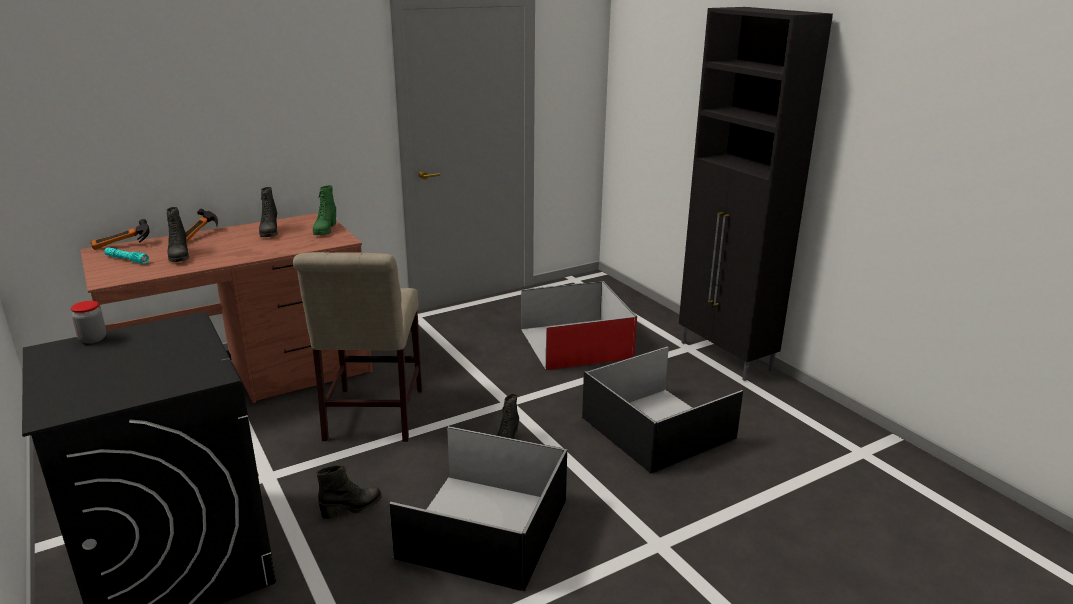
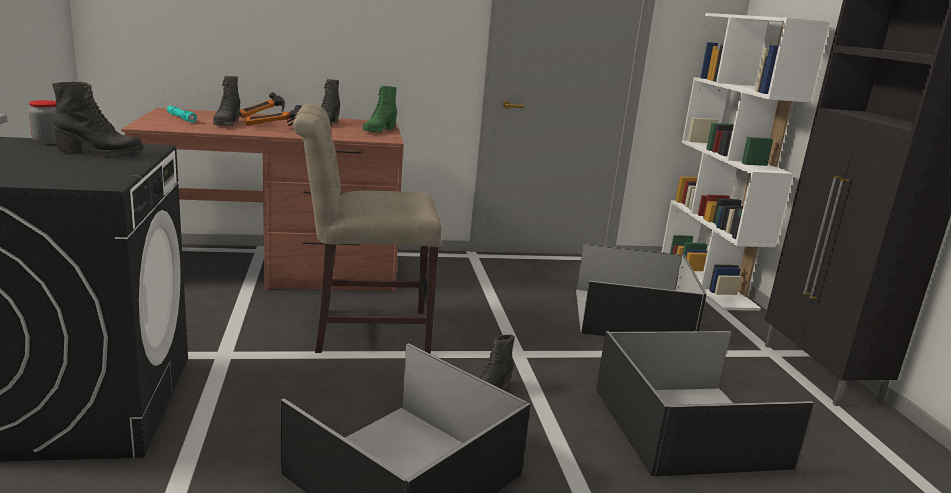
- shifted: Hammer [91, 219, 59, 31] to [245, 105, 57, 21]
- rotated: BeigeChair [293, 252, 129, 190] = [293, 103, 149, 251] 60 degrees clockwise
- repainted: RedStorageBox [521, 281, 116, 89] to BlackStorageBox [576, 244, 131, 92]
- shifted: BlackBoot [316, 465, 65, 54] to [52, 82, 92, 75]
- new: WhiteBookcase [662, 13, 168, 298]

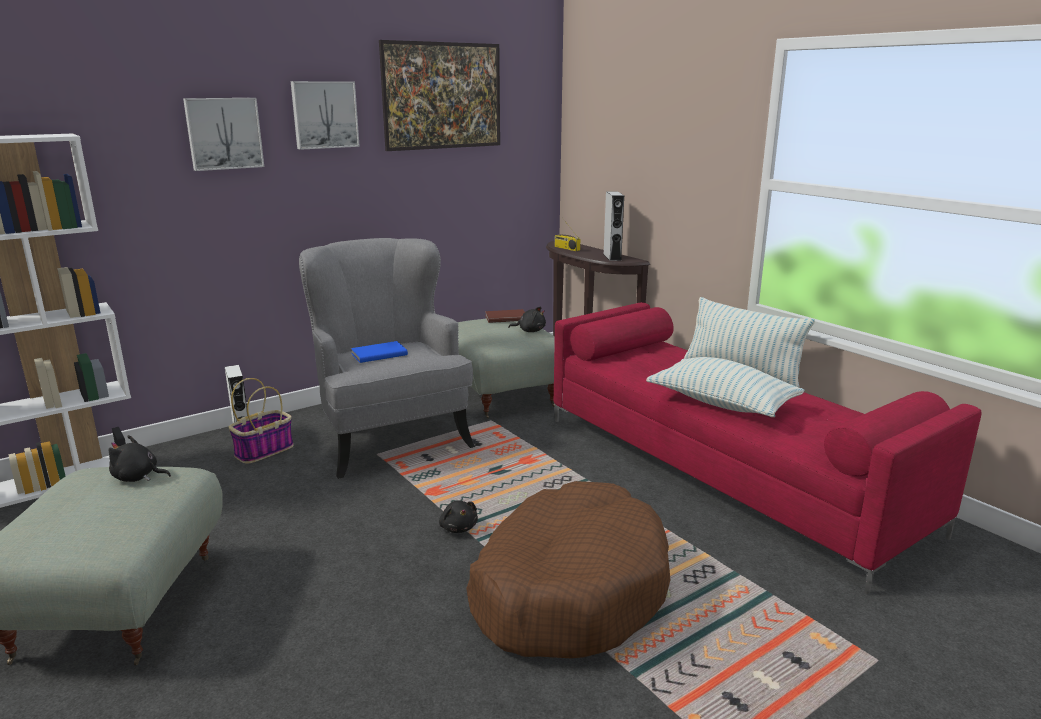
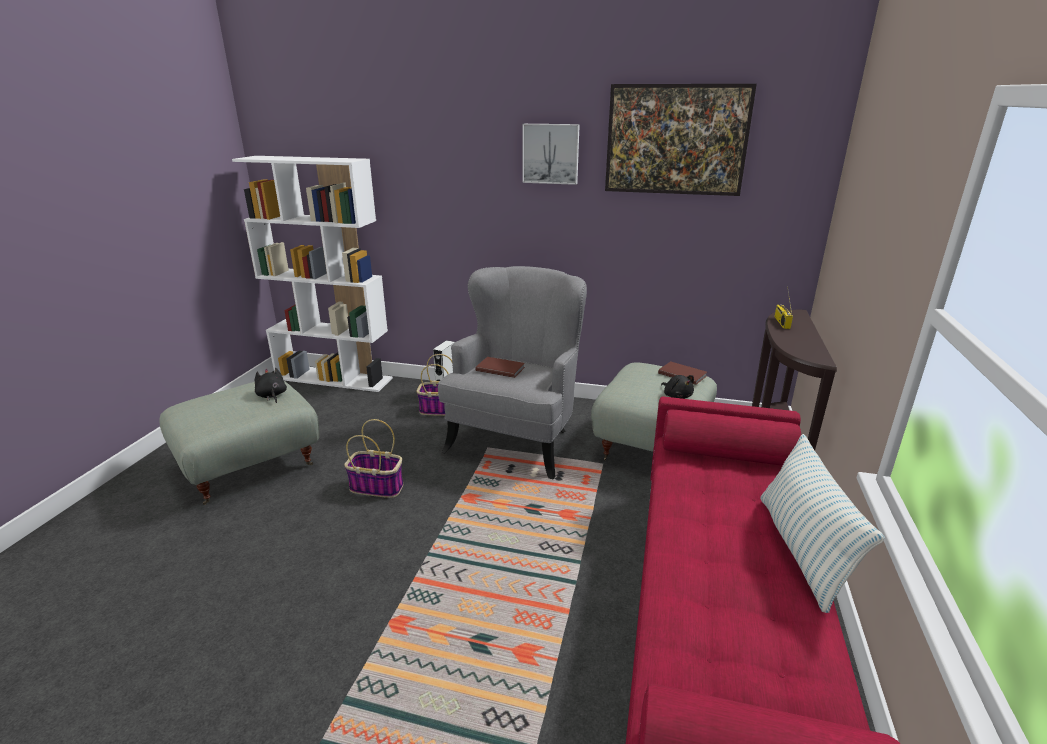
- gone: Picture [183, 98, 81, 73]
- gone: GreySpeaker [603, 191, 21, 70]
- repainted: BlueBook [351, 341, 57, 22] to BrownBook [476, 357, 49, 21]
- gone: Pillow [646, 357, 159, 60]
- gone: BrownDogBed [466, 481, 204, 177]
- gone: BlackPlushToy [439, 500, 39, 33]
- new: Basket [344, 419, 59, 79]

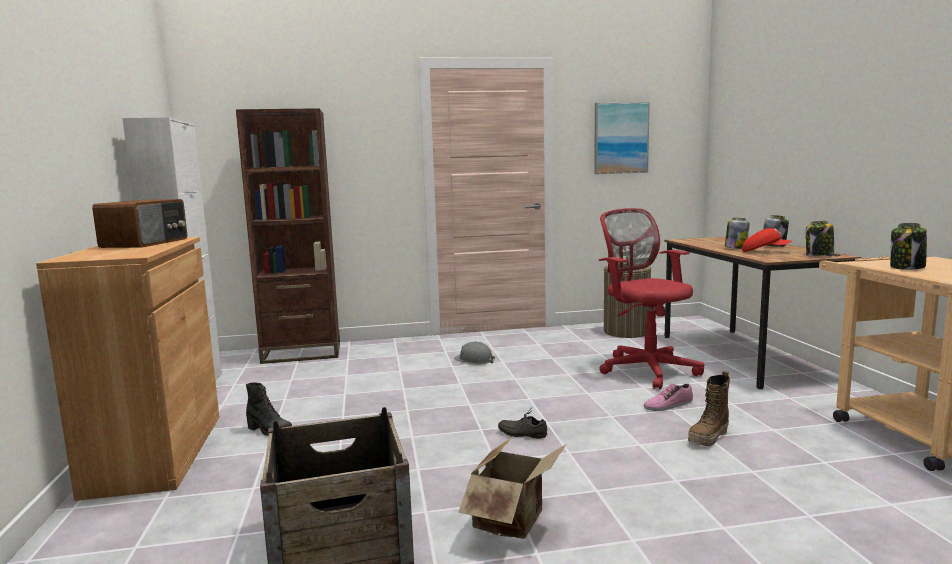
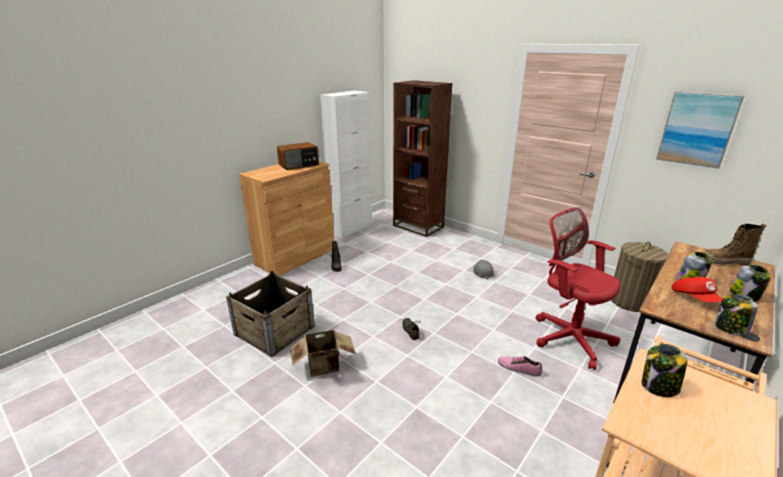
- rotated: RedOfficeChair [599, 208, 105, 182] = [536, 207, 85, 163] 60 degrees counterclockwise
- shifted: Boot [688, 371, 42, 75] to [705, 224, 61, 41]

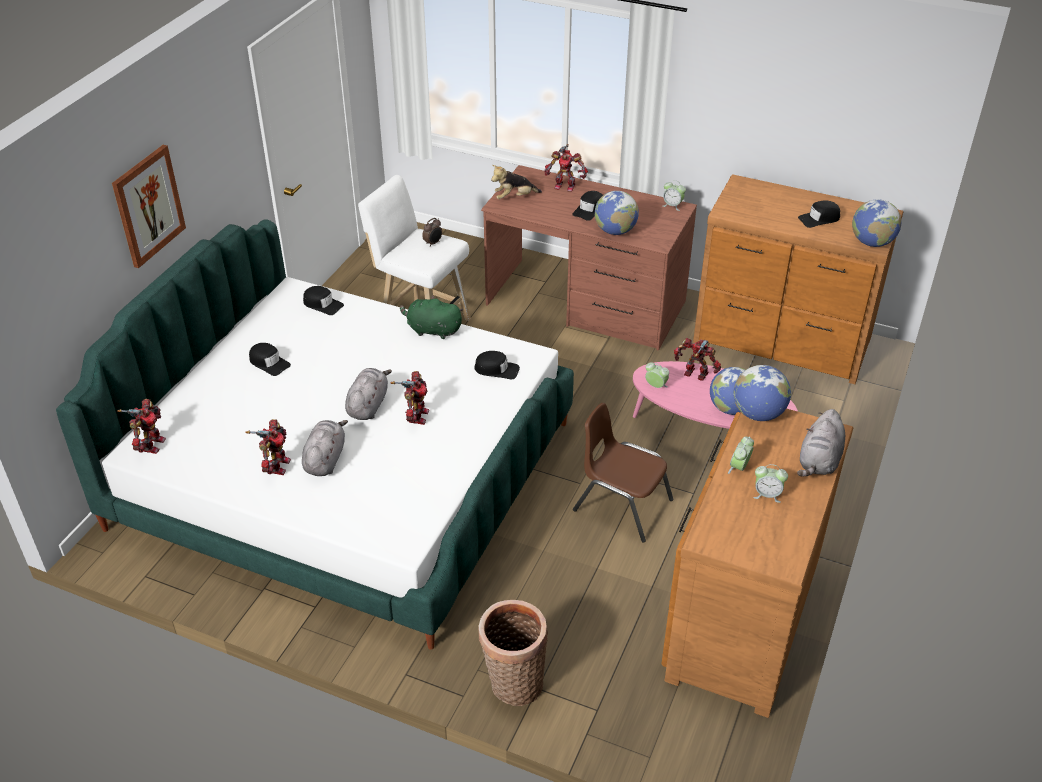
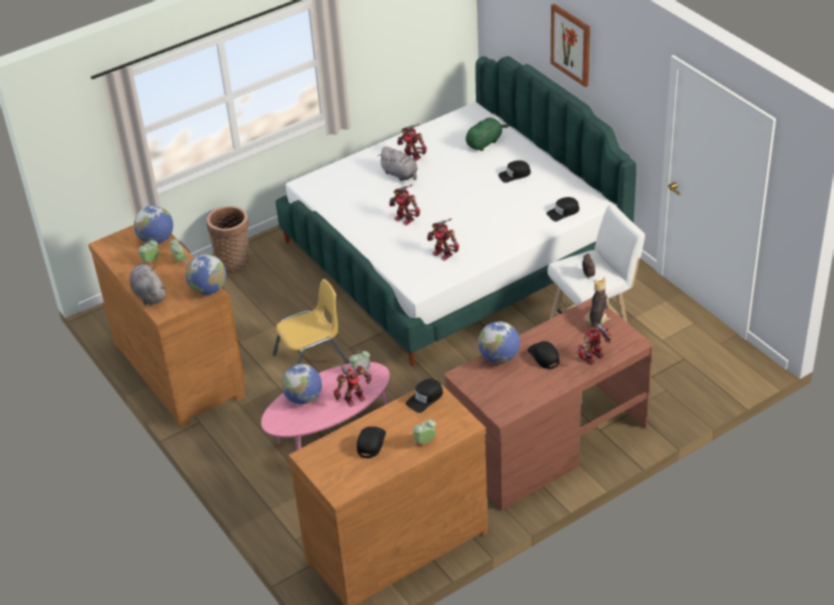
- shifted: AlarmClock [663, 180, 23, 31] to [413, 420, 23, 24]
- shifted: Globe [852, 199, 50, 48] to [134, 206, 39, 38]
- shifted: GreenPlushToy [400, 296, 63, 43] to [466, 118, 44, 33]
- shifted: BlackCap [475, 351, 45, 28] to [406, 379, 37, 34]
- gone: GreyPlushToy [345, 368, 47, 52]
- shifted: ToyRobot [117, 399, 49, 55] to [427, 218, 32, 43]
- repainted: BrownChair [573, 403, 100, 140] to YellowChair [273, 279, 76, 85]

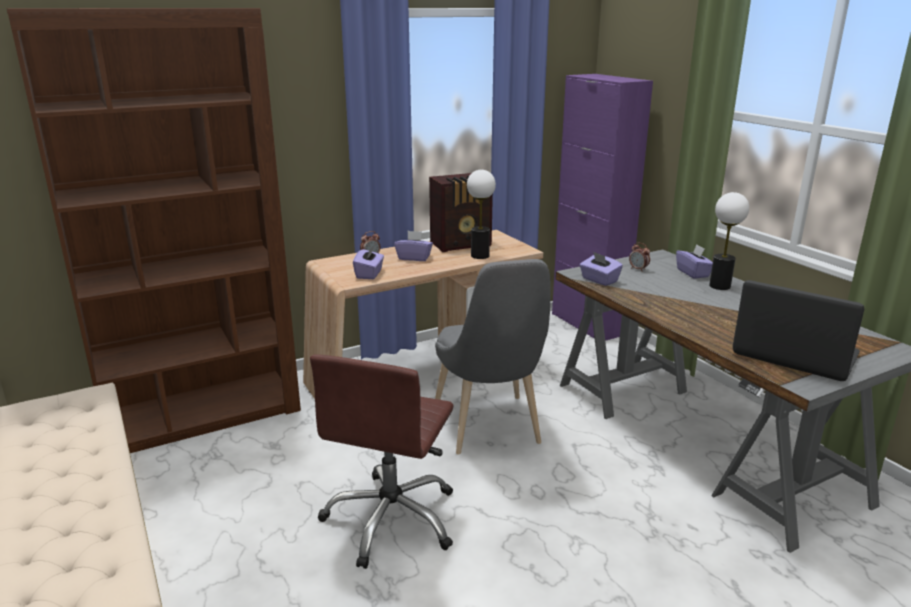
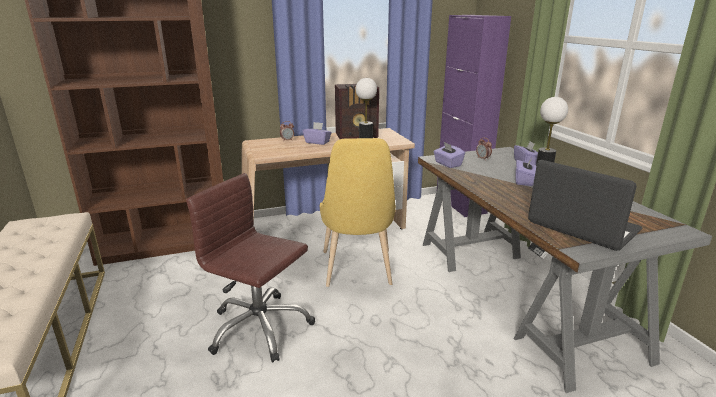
- shifted: PurpleTissueBox [353, 246, 31, 33] to [515, 158, 21, 28]
- repainted: GreyChair [435, 259, 116, 196] to YellowChair [320, 138, 76, 149]
- rotated: BrownOfficeChair [310, 354, 143, 215] = [186, 173, 129, 190] 90 degrees clockwise

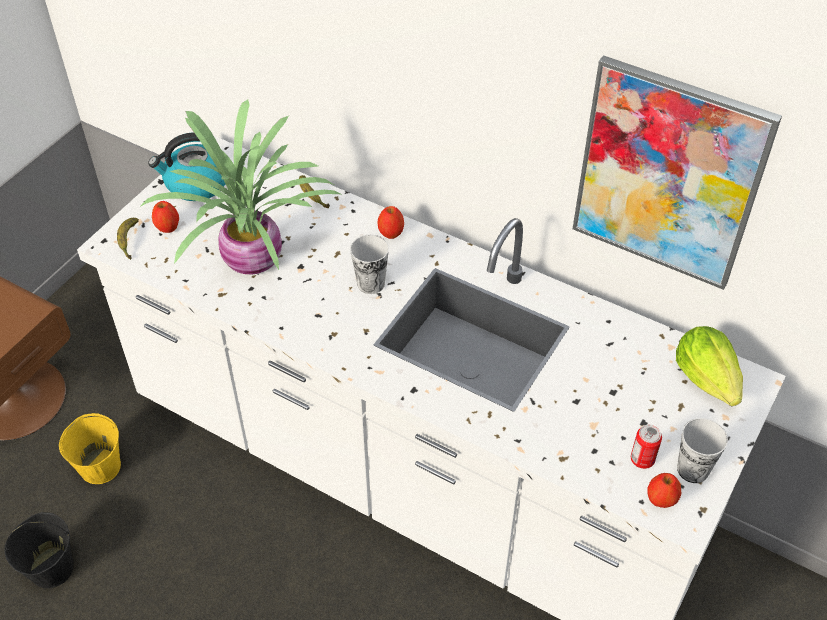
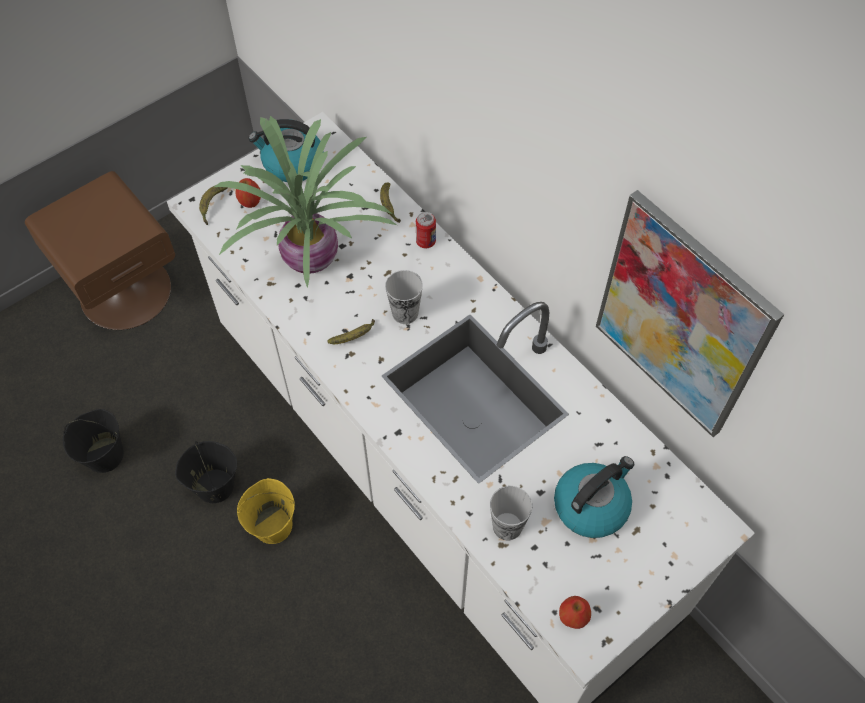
- gone: Apple [378, 206, 26, 33]
- gone: Lettuce [676, 326, 67, 80]
- shifted: YellowBucket [59, 413, 62, 71] to [237, 478, 58, 66]
- shifted: Cup [677, 418, 51, 65] to [490, 486, 42, 54]
- shifted: Can [631, 425, 31, 44] to [416, 212, 20, 36]
- new: Banana [328, 319, 47, 25]
- new: BlackBucket [175, 441, 62, 62]
- new: Kettle [554, 456, 80, 82]

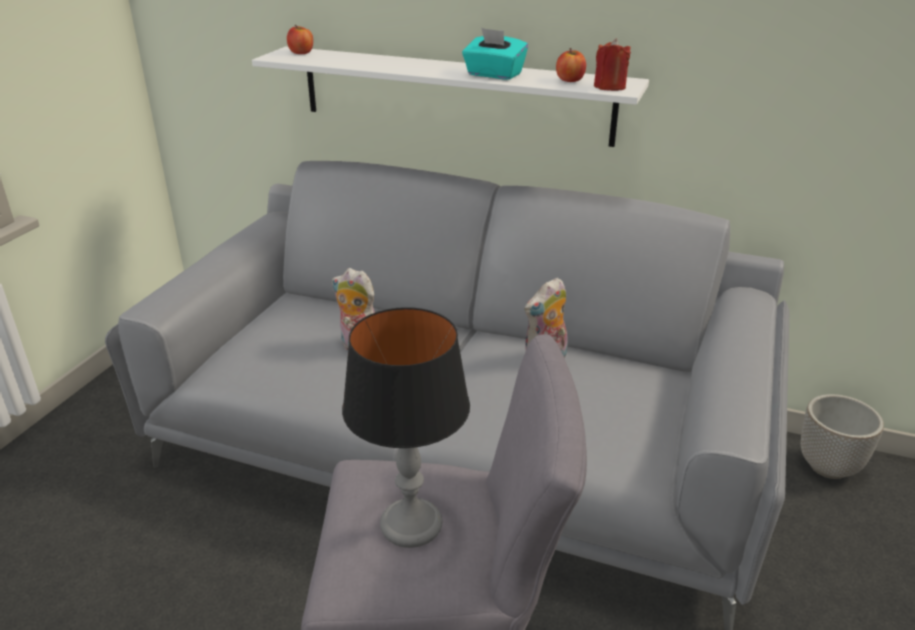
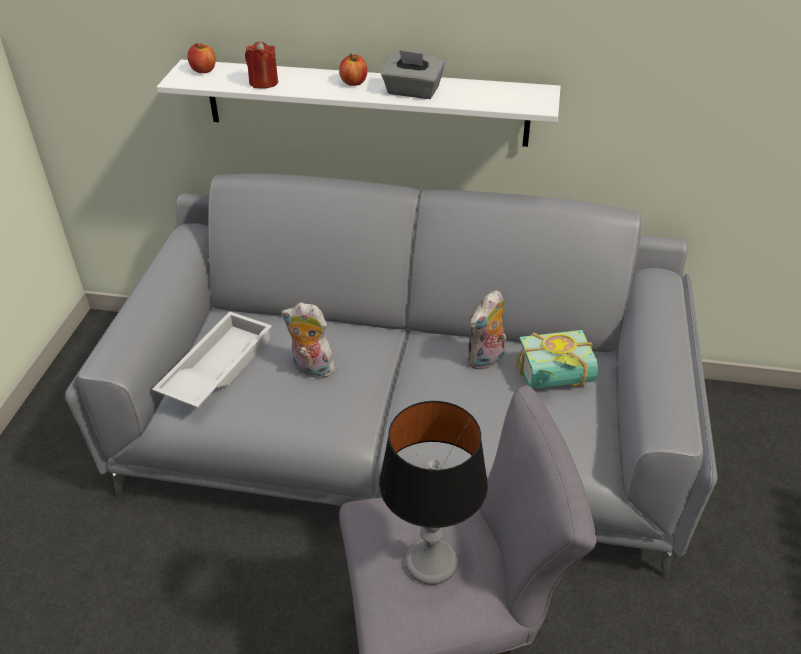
- repainted: TurquoiseTissueBox [462, 28, 66, 52] to GreyTissueBox [381, 50, 64, 49]
- shifted: RedCandle [594, 38, 37, 53] to [245, 41, 33, 48]
- shifted: Apple [556, 48, 30, 34] to [339, 54, 28, 32]
- gone: Planter [801, 394, 83, 85]
- new: WhiteTray [152, 312, 120, 96]
- new: Book [516, 330, 82, 59]

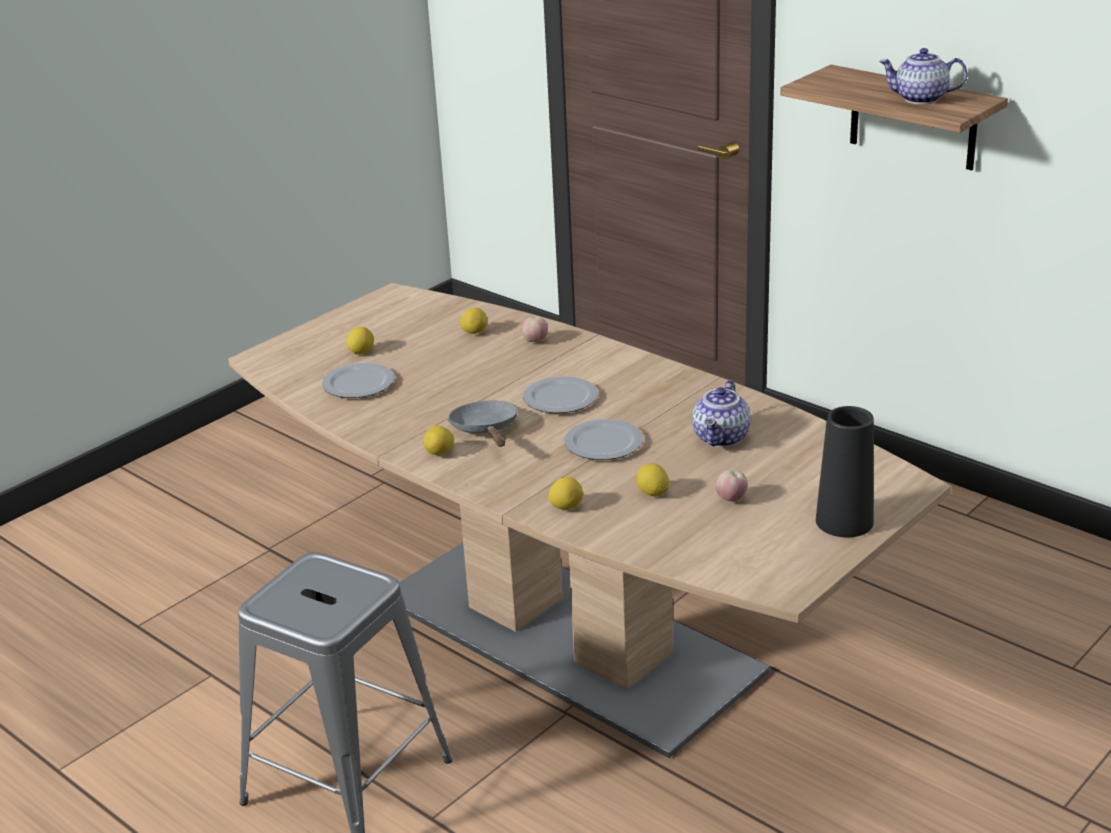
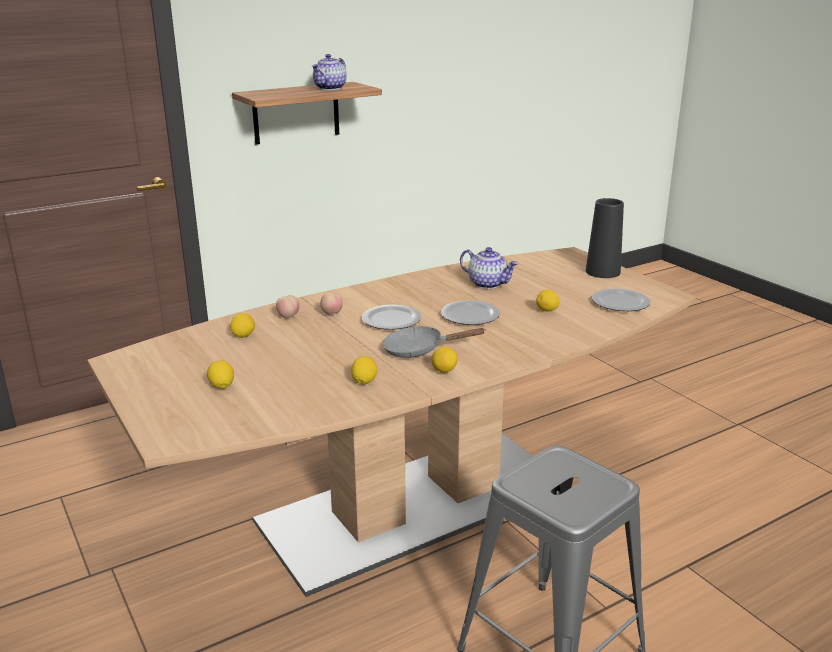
- shifted: Plate [322, 363, 73, 35] to [592, 288, 59, 23]
- shifted: Apple [716, 469, 31, 33] to [320, 293, 23, 21]
- shifted: Lemon [549, 477, 34, 33] to [351, 356, 27, 28]

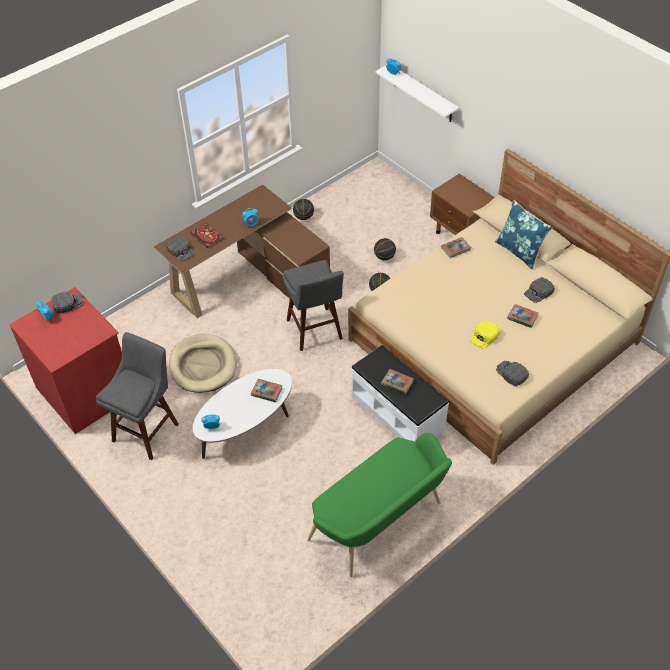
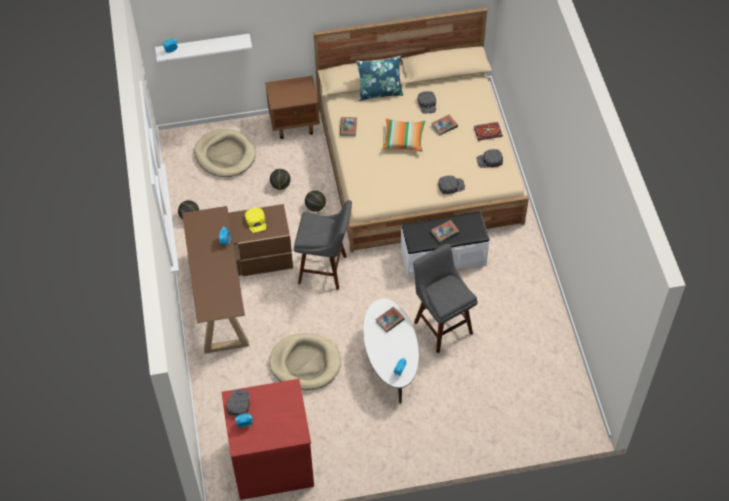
- shifted: Book [190, 223, 33, 25] to [474, 122, 29, 19]
- shifted: BlackCap [166, 236, 29, 26] to [438, 175, 27, 19]
- shifted: YellowCap [470, 321, 30, 28] to [245, 208, 22, 25]
- shifted: GreyStool [96, 332, 83, 128] to [413, 244, 65, 109]
- gone: GreenBench [307, 433, 145, 144]
- new: Pillow [383, 119, 43, 32]
- new: BeigeDogBed [194, 129, 62, 48]

